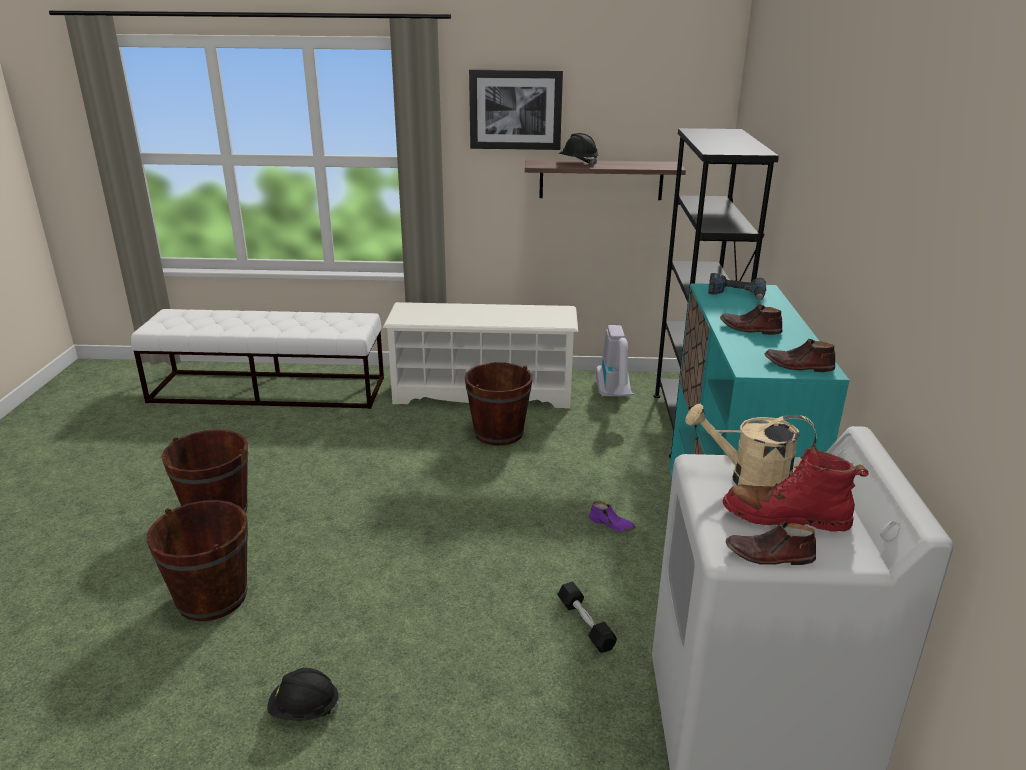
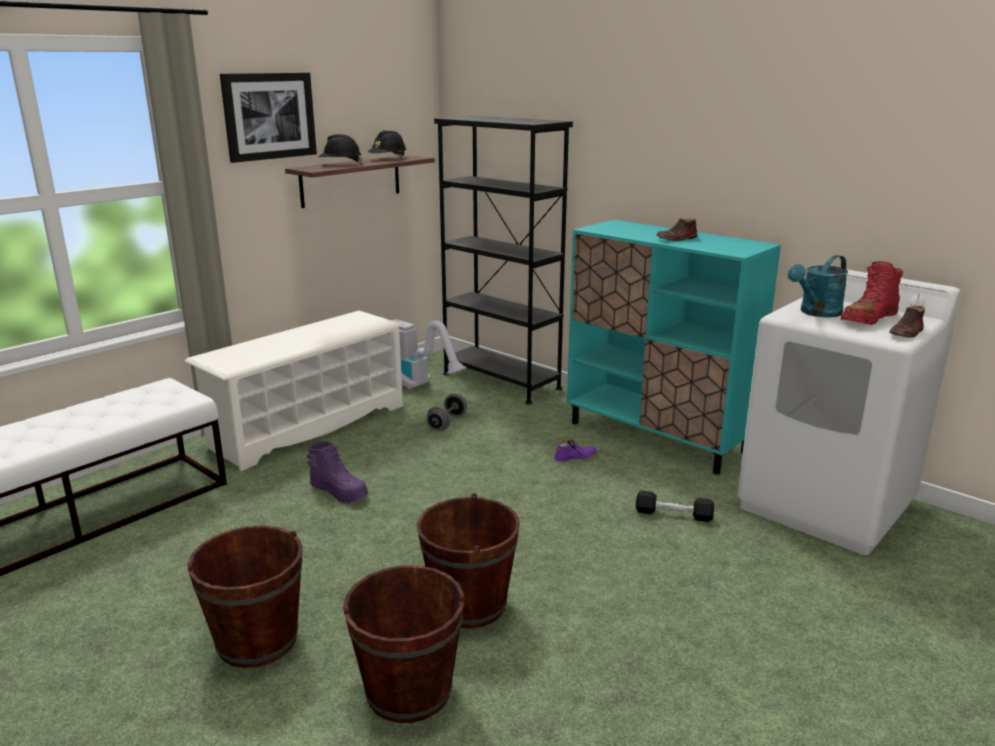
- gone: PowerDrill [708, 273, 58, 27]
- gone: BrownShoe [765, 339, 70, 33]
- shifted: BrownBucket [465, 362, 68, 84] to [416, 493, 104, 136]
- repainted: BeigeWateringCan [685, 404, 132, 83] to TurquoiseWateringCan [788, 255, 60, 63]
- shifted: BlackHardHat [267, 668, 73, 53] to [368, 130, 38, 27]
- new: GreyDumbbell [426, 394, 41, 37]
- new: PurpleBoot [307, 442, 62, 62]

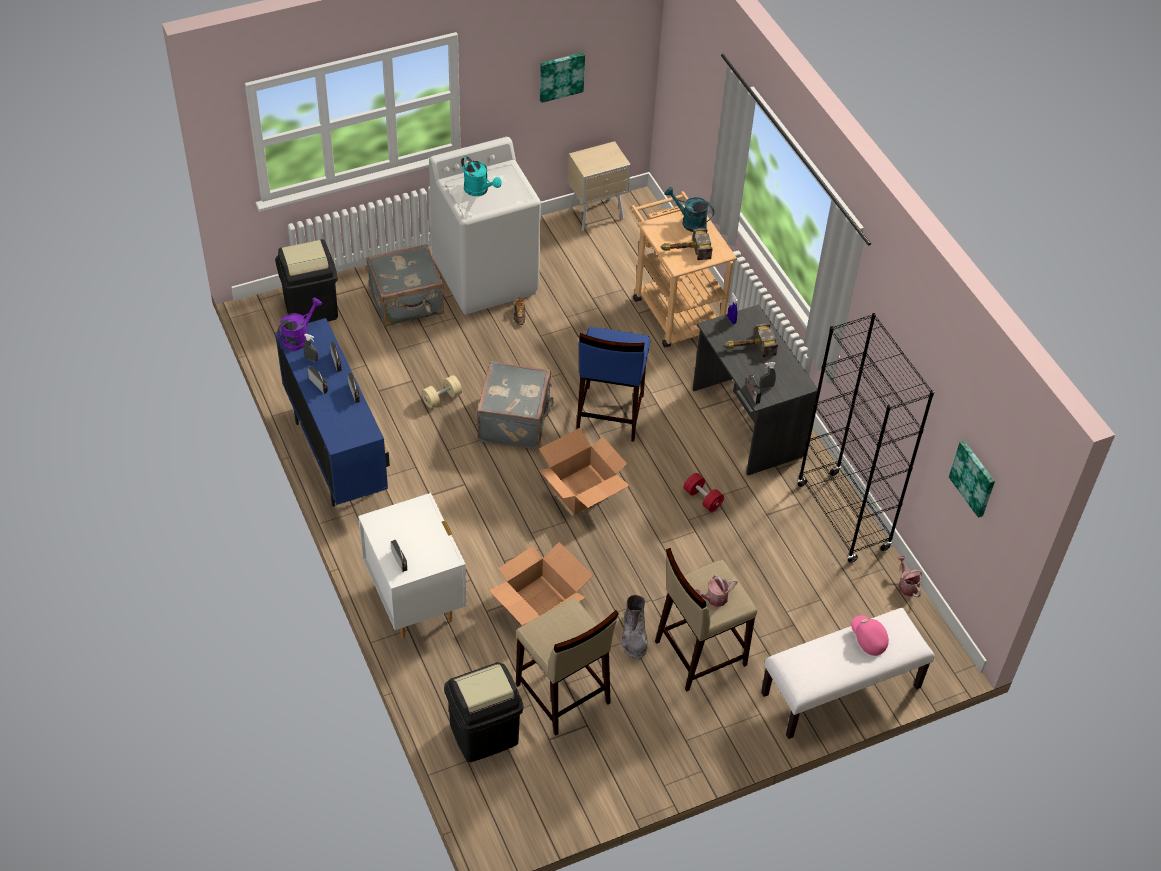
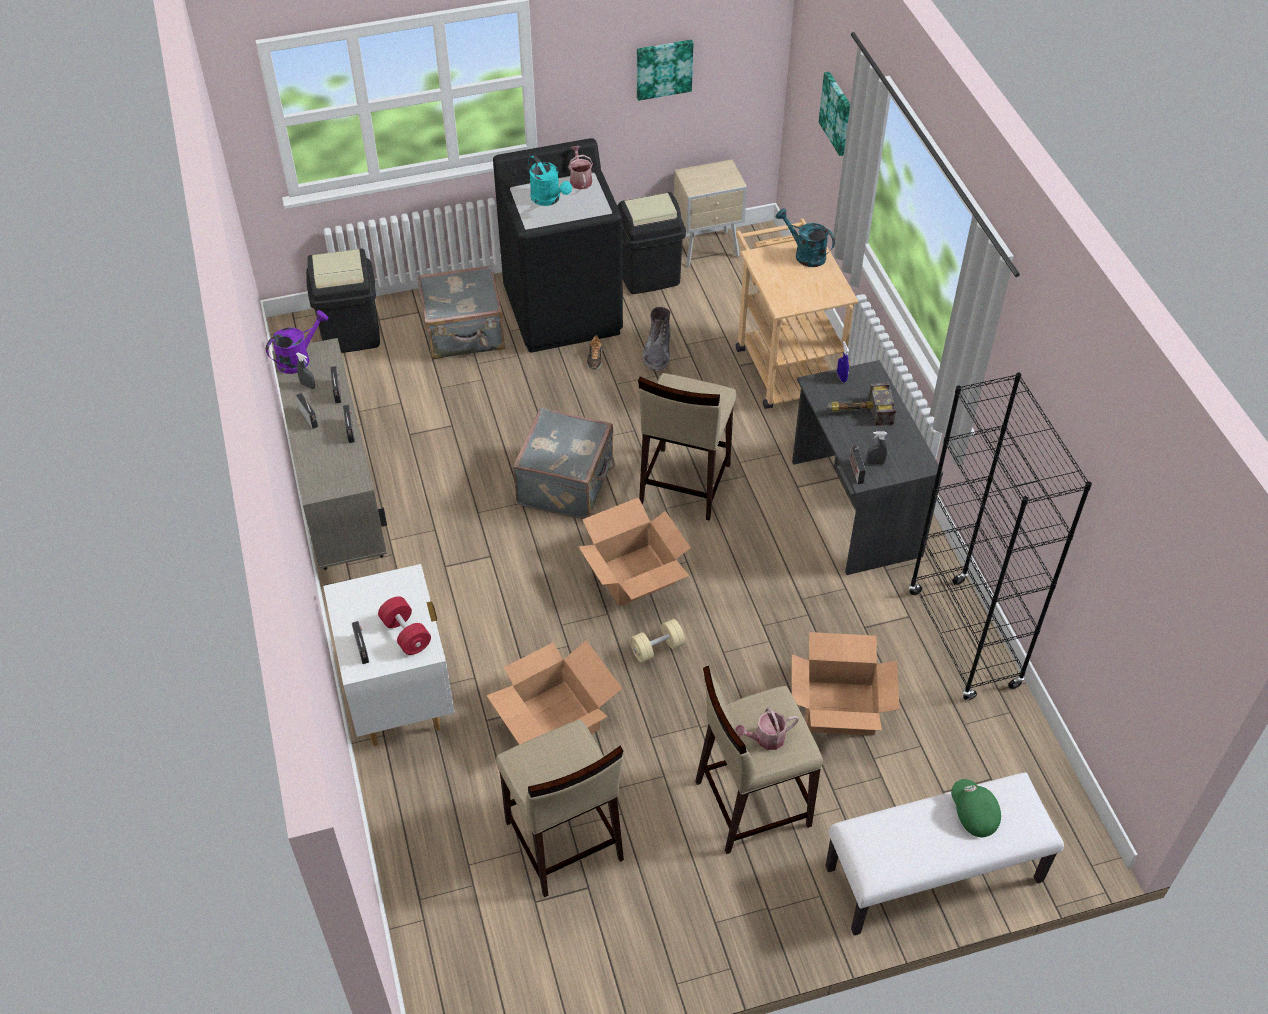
- repainted: WhiteWashingMachine [429, 137, 112, 178] to BlackWashingMachine [493, 138, 130, 215]
- gone: Hammer [661, 228, 52, 32]
- repainted: BlueCabinet [275, 318, 115, 189] to BeigeCabinet [272, 338, 115, 232]
- repainted: BlueStool [576, 327, 74, 114] to BeigeStool [638, 373, 98, 148]
- shifted: BeigeDumbbell [421, 375, 41, 33] to [630, 619, 55, 44]
- shifted: Picture [949, 440, 46, 78] to [819, 72, 31, 84]
- shifted: RedDumbbell [683, 473, 41, 39] to [378, 596, 53, 59]
- shifted: WateringCan [897, 556, 25, 41] to [568, 146, 25, 43]
- shifted: GreyBoot [621, 595, 27, 65] to [643, 307, 27, 65]
- repainted: PinkCap [851, 615, 38, 41] to GreenCap [951, 779, 50, 58]
- shifted: BlackTrashCan [444, 662, 79, 100] to [617, 192, 69, 102]
- new: CardboardBox [792, 632, 108, 104]

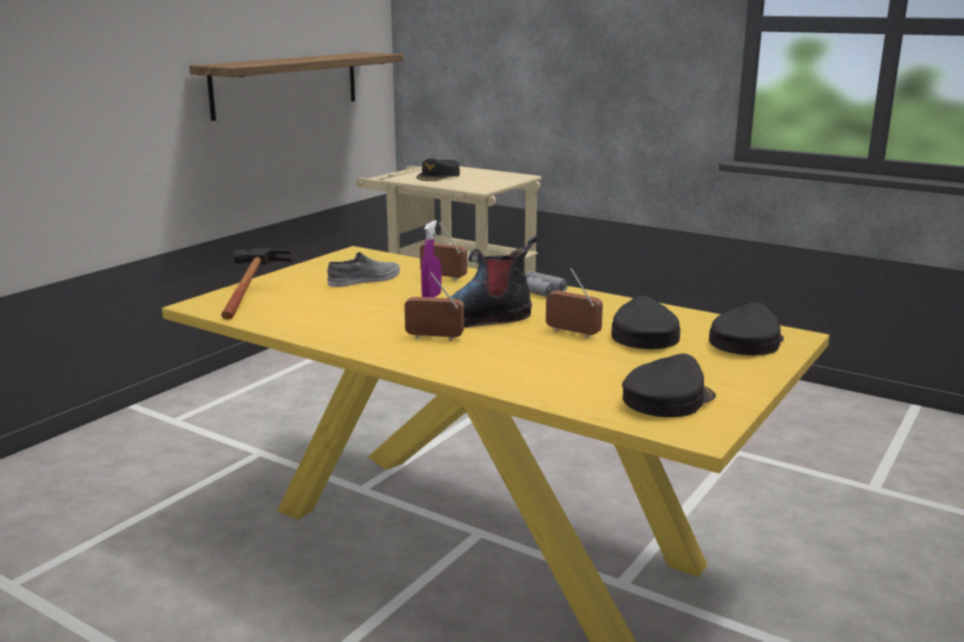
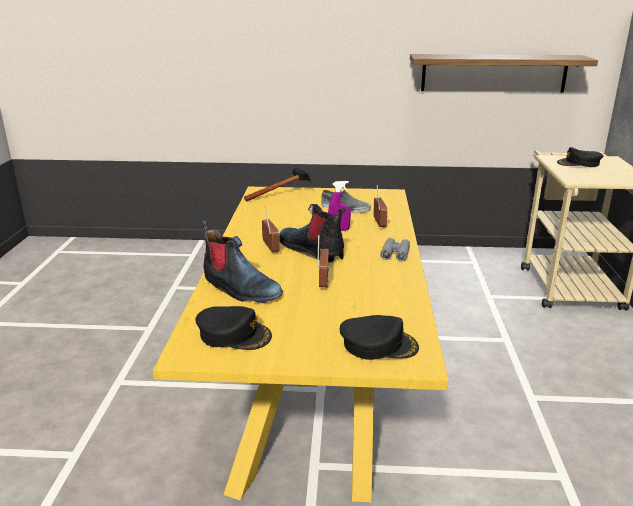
- gone: BlackCap [611, 296, 69, 53]
- new: Boot [199, 218, 84, 85]

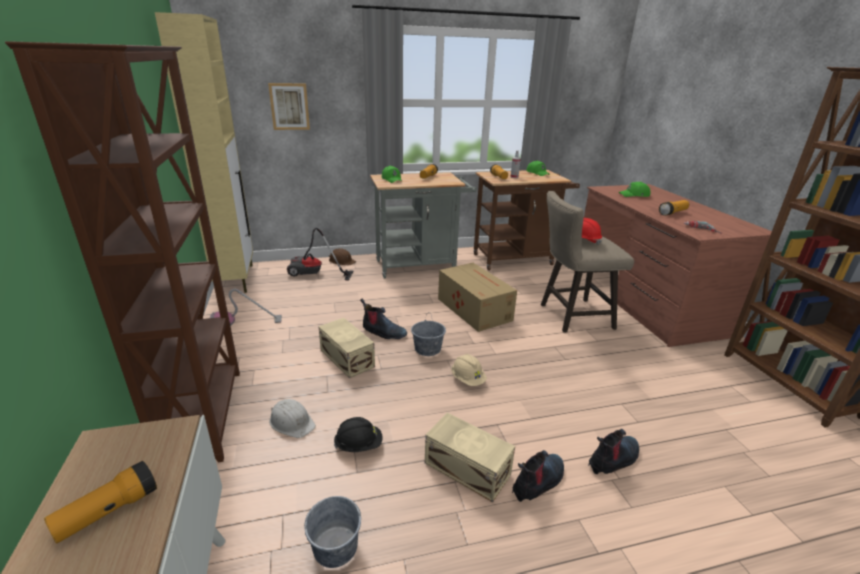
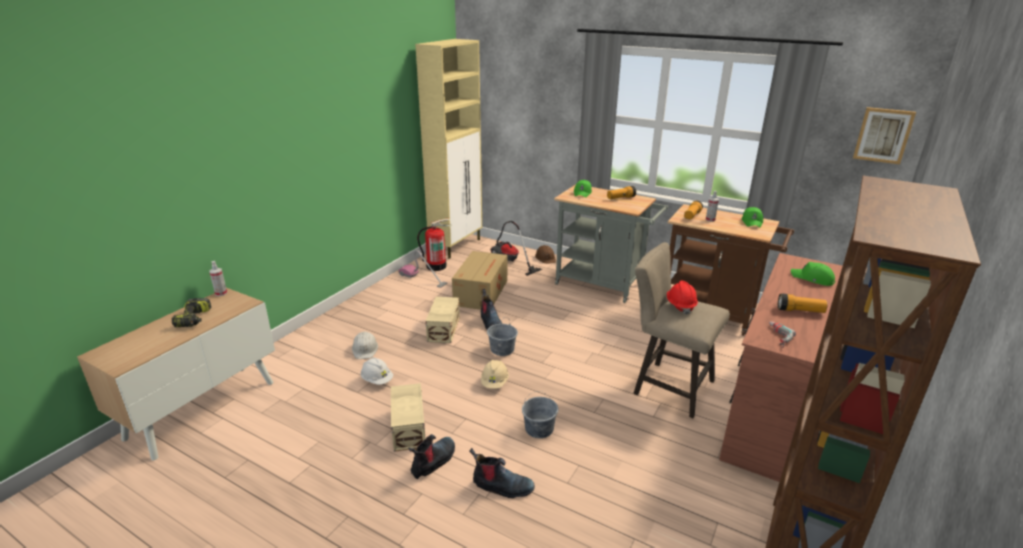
- gone: BrownBookcase [5, 41, 235, 421]
- shifted: Picture [268, 83, 42, 47] to [853, 107, 63, 57]
- shifted: CardboardBox [438, 263, 79, 69] to [452, 251, 55, 59]
- repainted: BlackHardHat [334, 417, 49, 35] to WhiteHardHat [361, 358, 32, 27]
- rotated: Boot [512, 450, 52, 52] = [408, 434, 47, 45] 60 degrees counterclockwise
- swapped: Flashlight [44, 461, 113, 83] to PowerDrill [172, 298, 39, 29]
- shifted: GreyBucket [304, 496, 57, 72] to [522, 391, 36, 47]
- new: FireExtinguisher [417, 219, 35, 52]
- new: SprayBottle [209, 261, 18, 35]

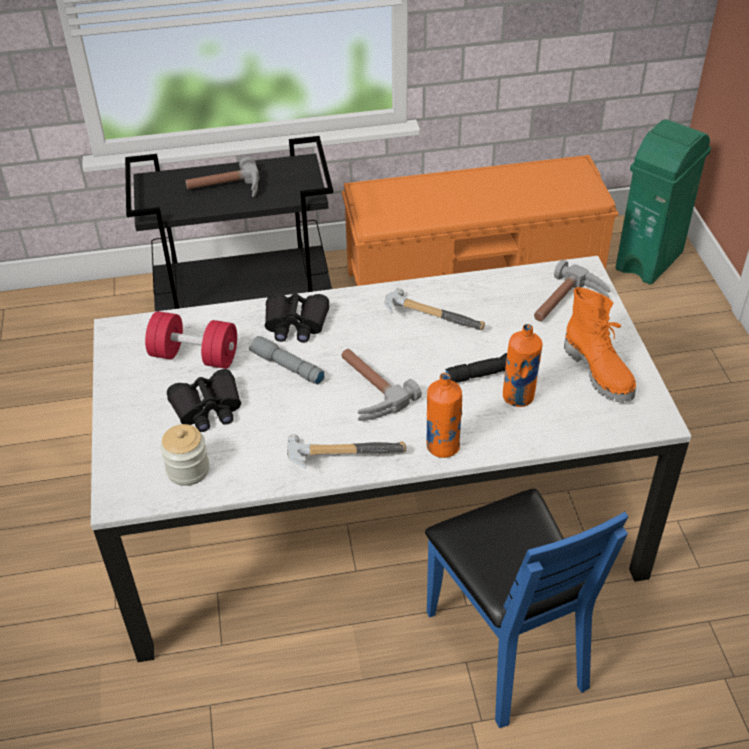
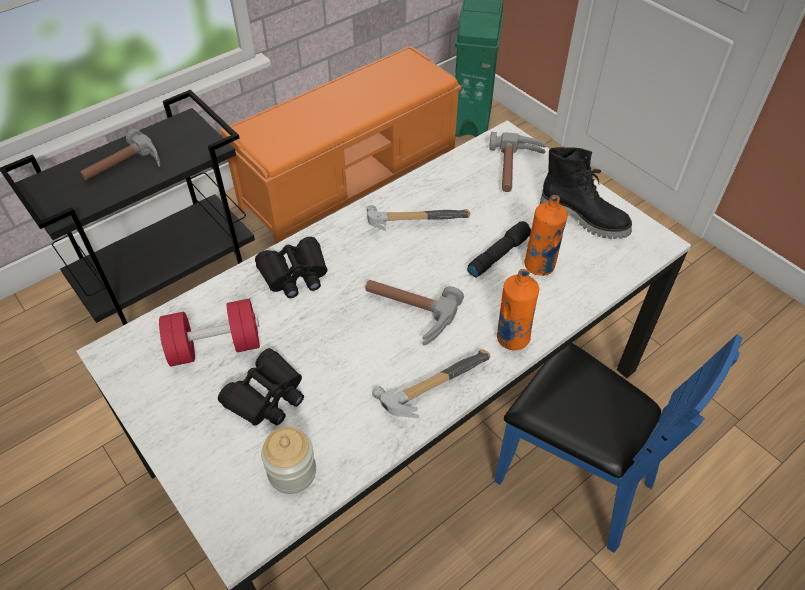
- repainted: OrangeBoot [564, 287, 72, 116] to BlackBoot [540, 147, 92, 92]
- gone: GreyFlashlight [249, 336, 76, 49]

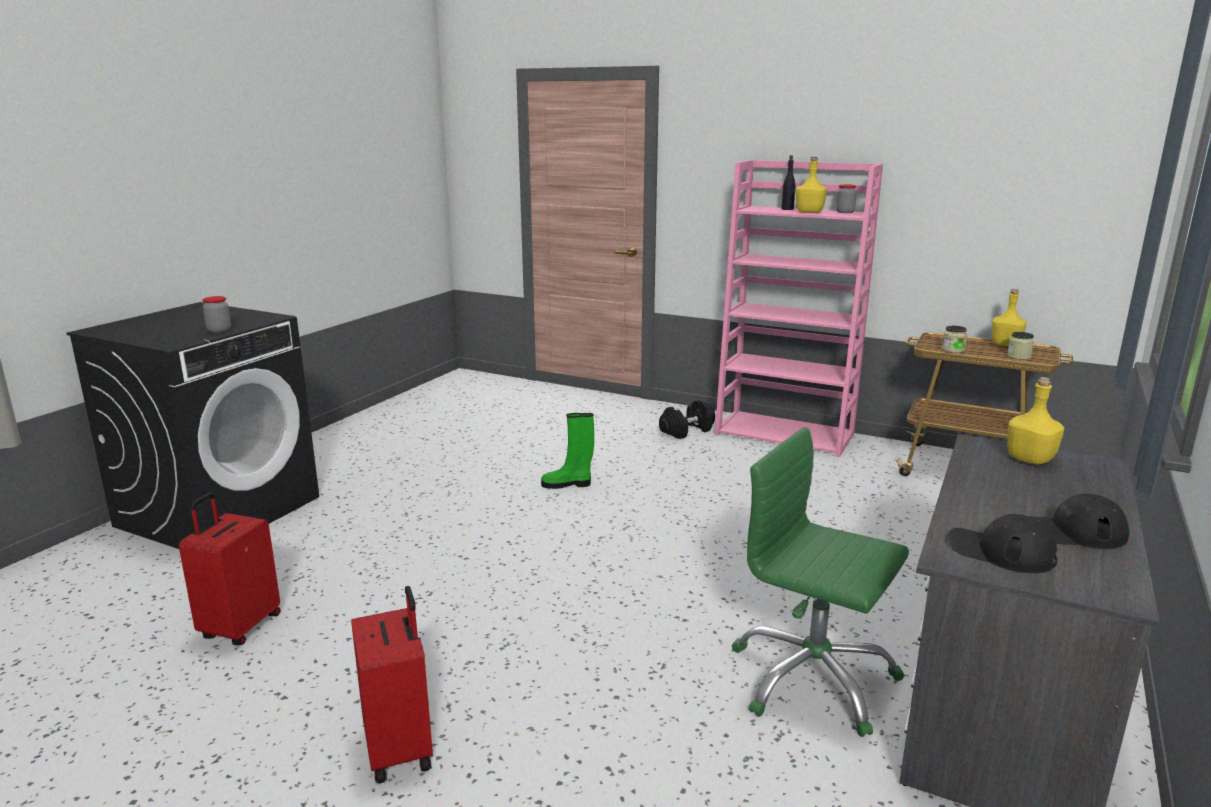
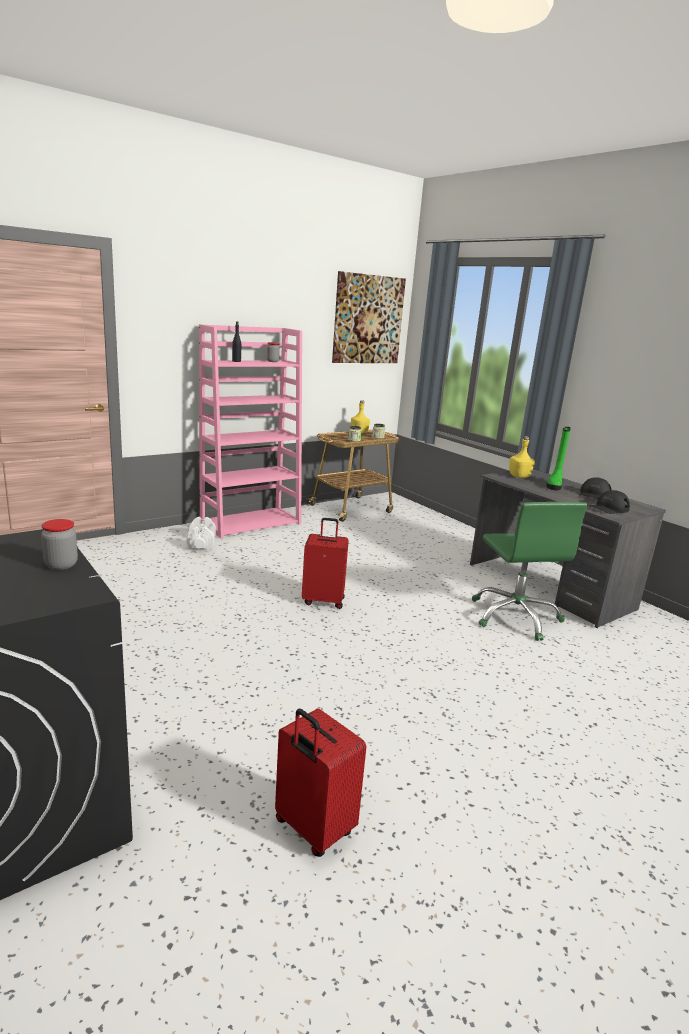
- gone: YellowBottle [796, 157, 31, 56]
- repainted: BlackDumbbell [659, 400, 56, 39] to WhiteDumbbell [187, 517, 29, 33]
- shifted: GreenBoot [541, 413, 53, 76] to [546, 427, 24, 63]
- rotated: GreenOfficeChair [732, 427, 177, 310] = [472, 502, 116, 139] 75 degrees counterclockwise
- shifted: RedSuitcase [351, 586, 82, 198] to [302, 518, 47, 91]
- new: Picture [332, 271, 74, 92]

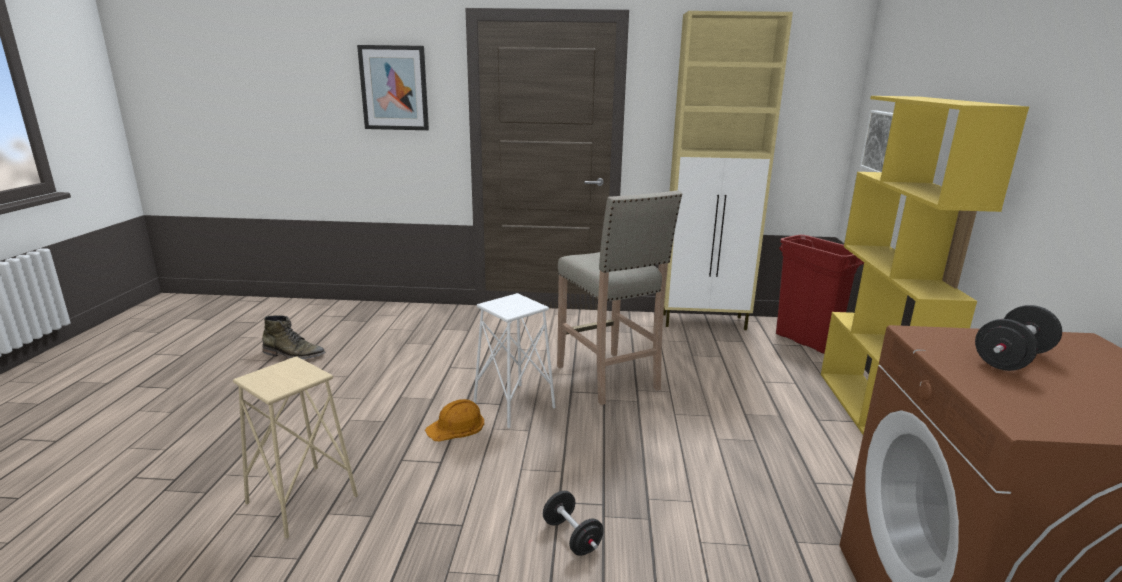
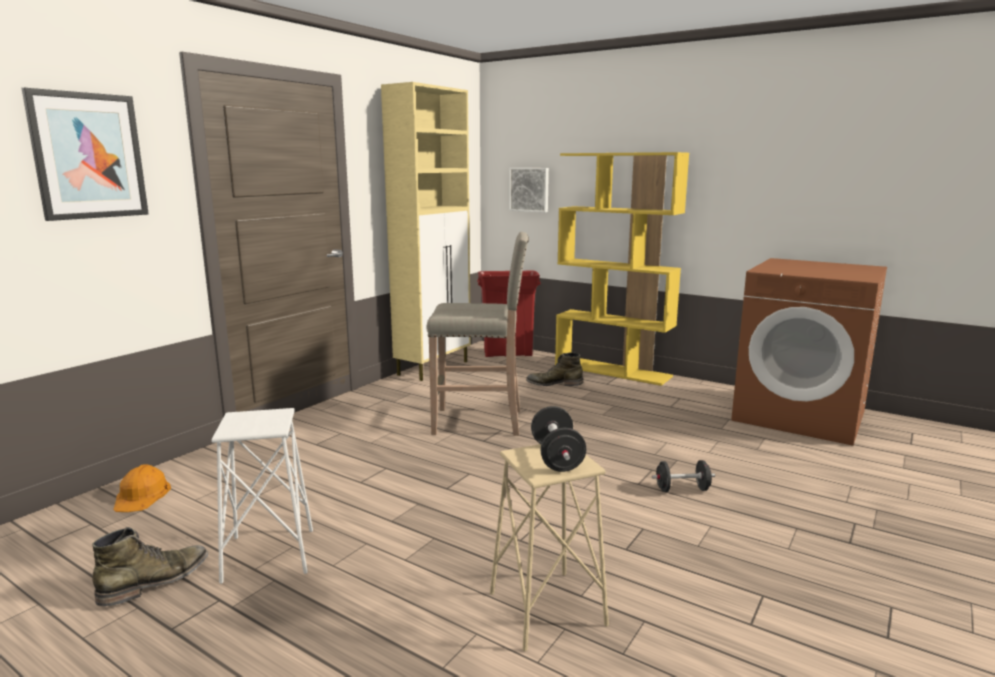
- shifted: WhiteStool [474, 293, 82, 135] to [211, 408, 102, 176]
- shifted: BlackDumbbell [975, 305, 87, 66] to [531, 406, 55, 66]
- shifted: OrangeHardHat [425, 399, 59, 42] to [113, 464, 58, 48]
- new: GreenBoot [526, 352, 57, 34]

